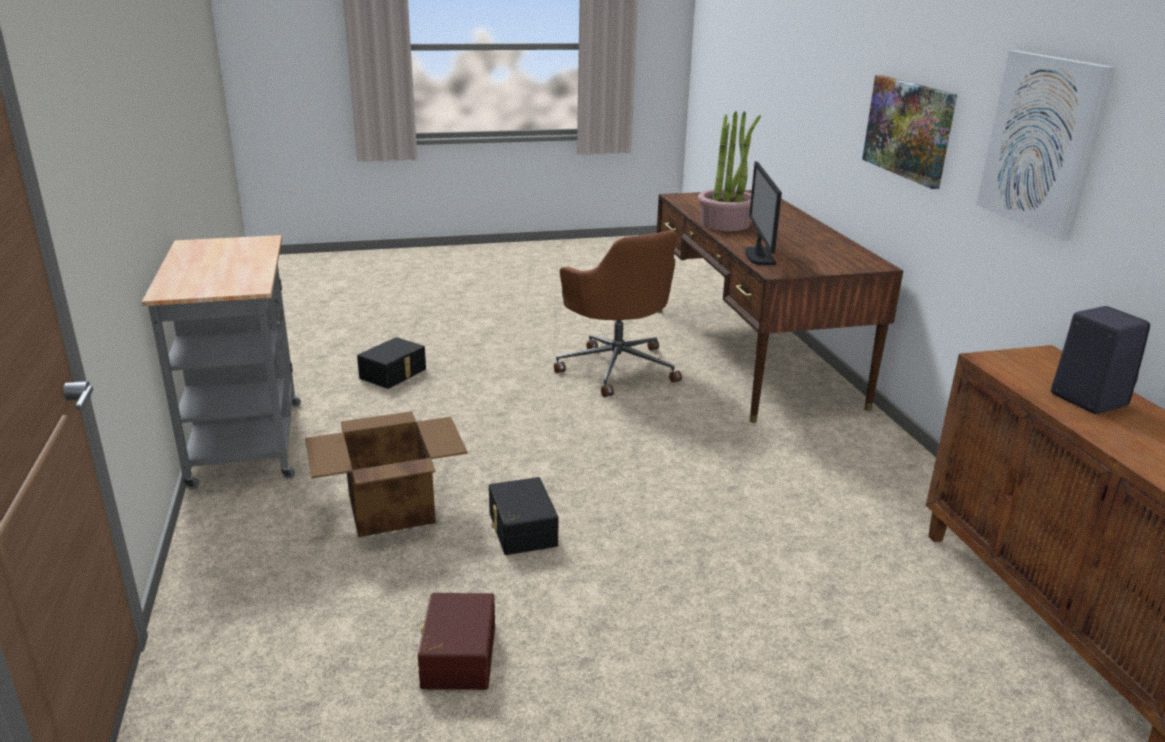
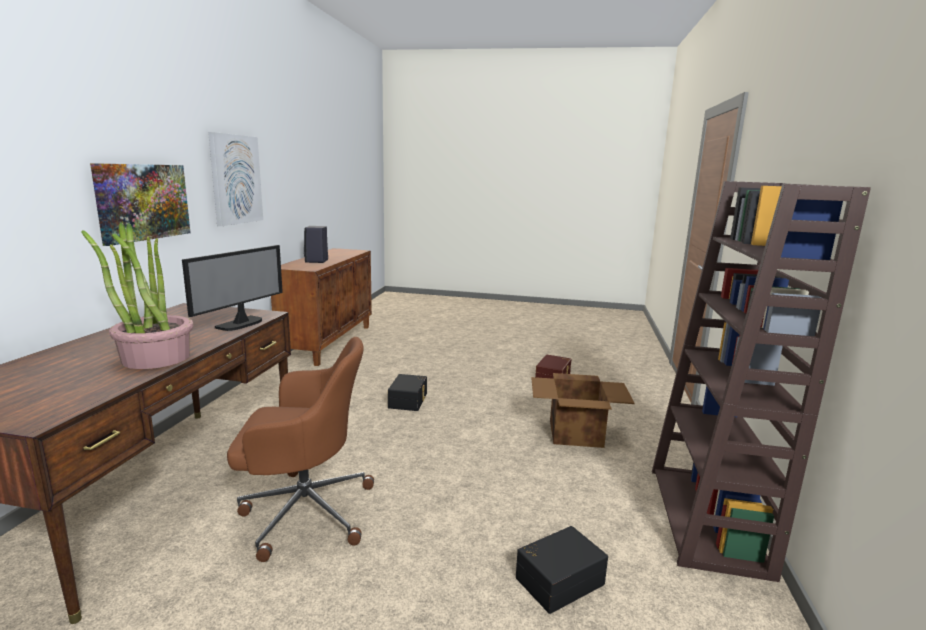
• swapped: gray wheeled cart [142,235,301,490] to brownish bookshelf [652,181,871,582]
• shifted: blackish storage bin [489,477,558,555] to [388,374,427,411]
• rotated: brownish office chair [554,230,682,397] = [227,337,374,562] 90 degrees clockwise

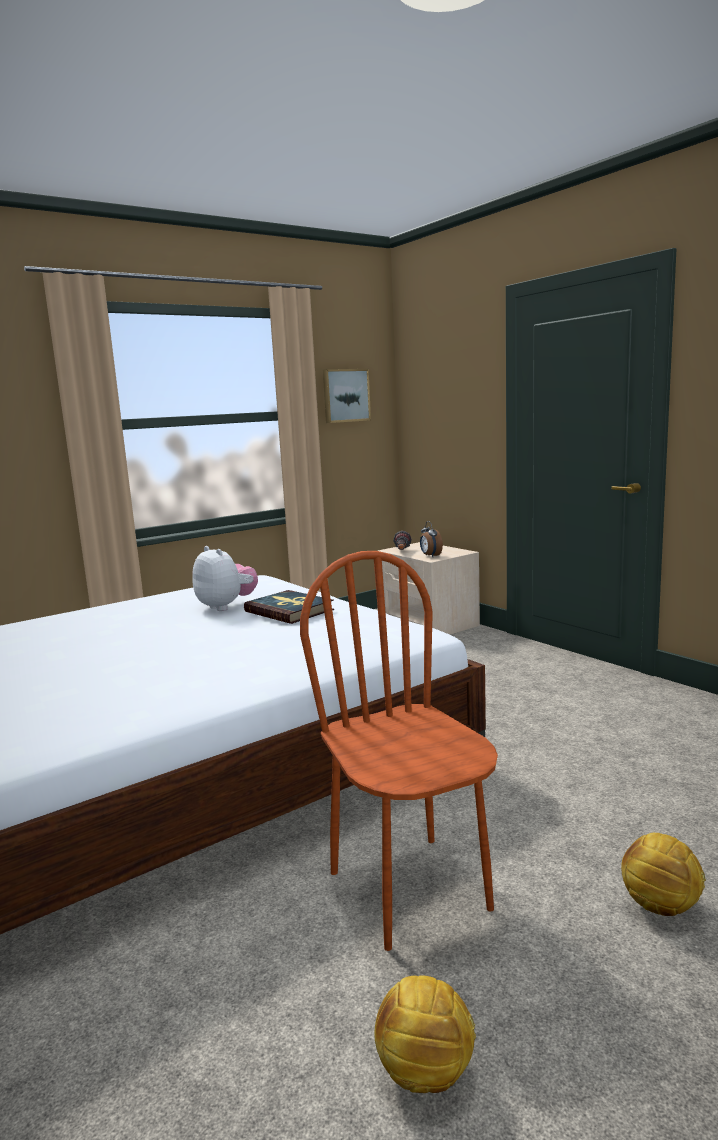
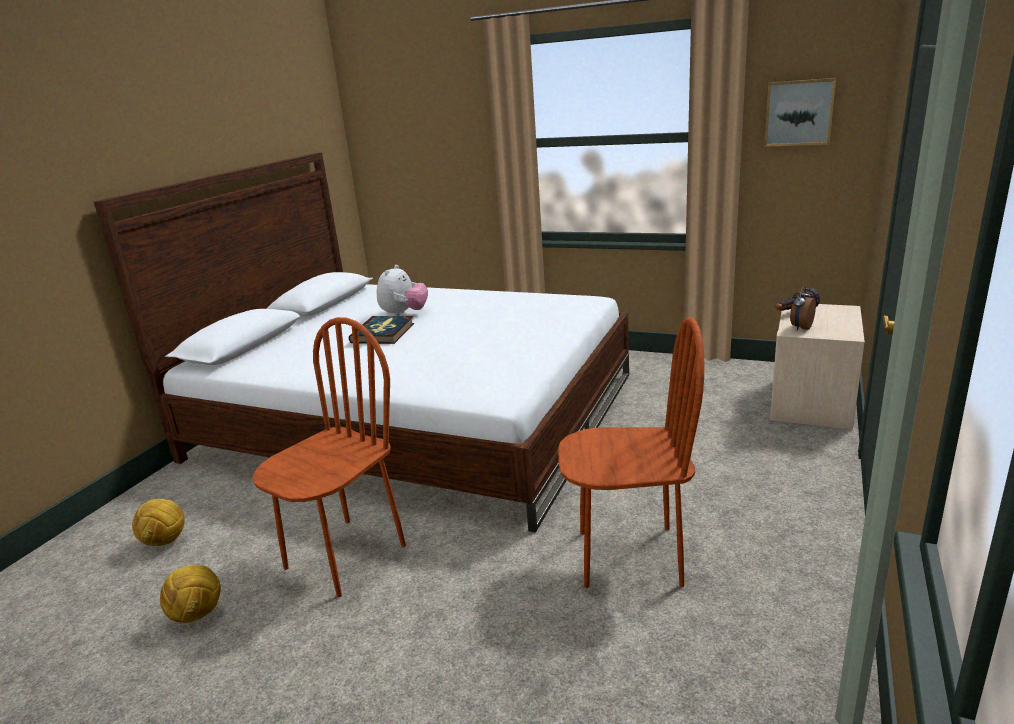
• shifted: soft toy [192,546,258,611] to [377,265,428,316]
• shifted: volume [244,590,334,624] to [349,316,414,344]
• shifted: football ball [621,833,706,916] to [132,499,185,546]
• new: brownish plain chair [558,318,705,588]

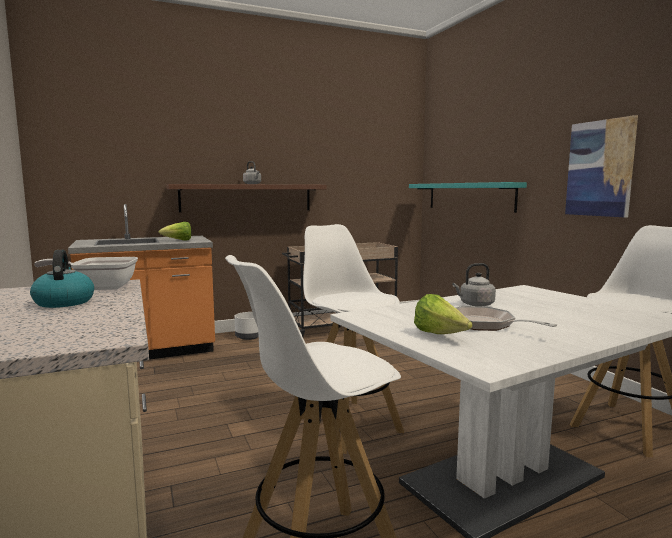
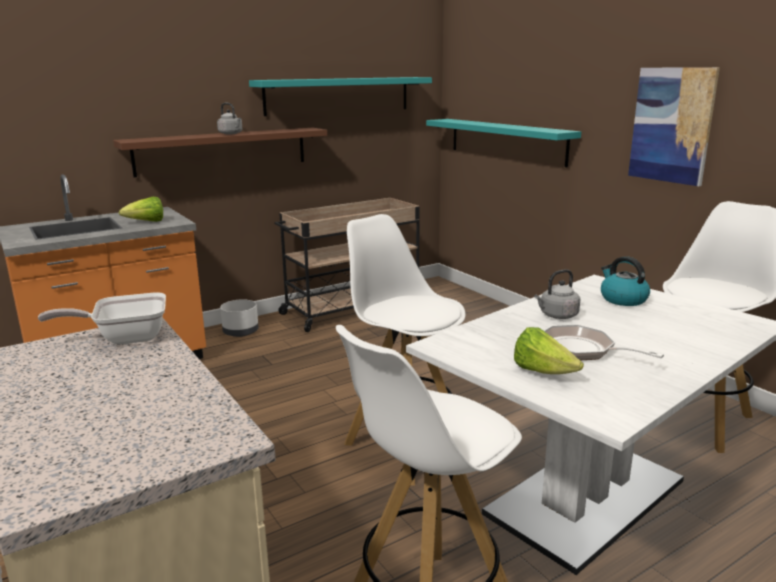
• shifted: kettle [30,250,94,308] to [601,256,650,306]
• new: turquoise-coloured wall shelf [249,77,432,116]

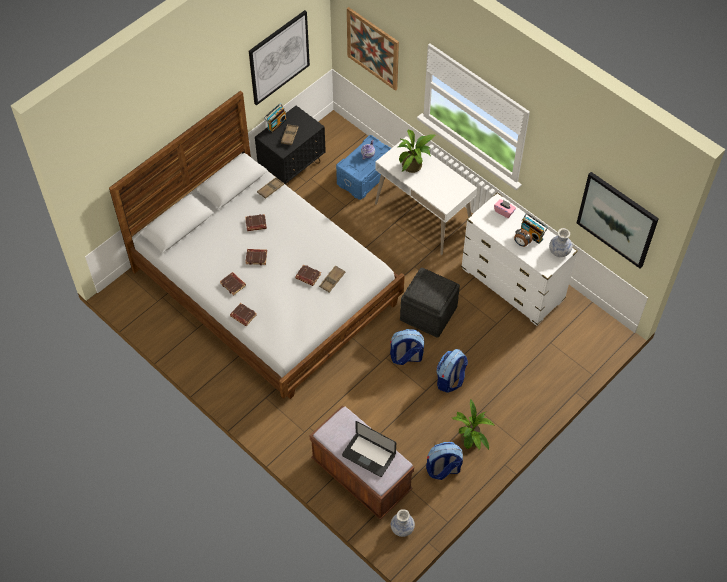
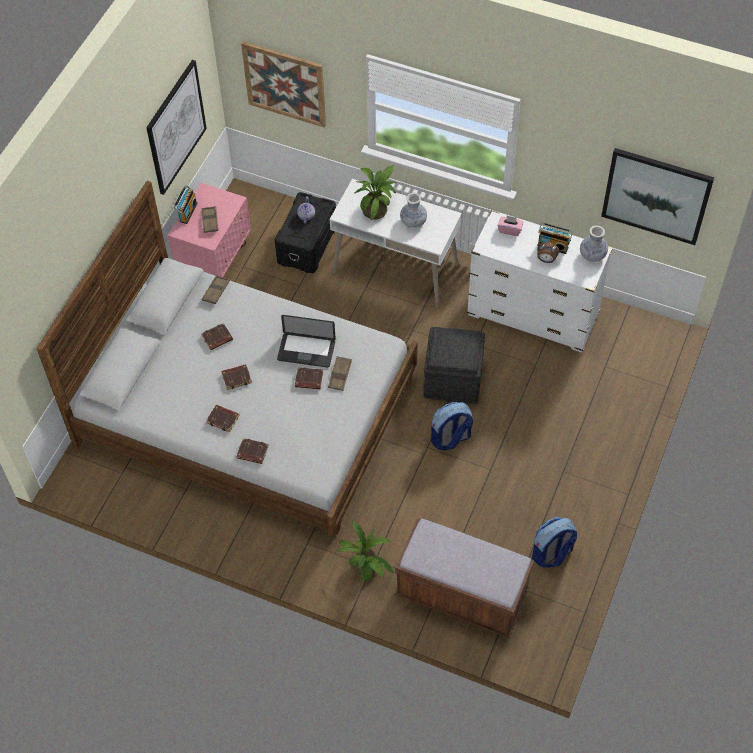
• repainted: blackish nightstand [255,105,326,186] to pinkish nightstand [168,183,251,277]
• repainted: blue-coloured storage bin [336,135,391,200] to blackish storage bin [275,192,336,273]
• shifted: laptop [342,421,396,477] to [277,315,336,368]
• shifted: vase [391,509,415,537] to [400,193,427,228]
• gone: rucksack [436,349,468,393]
• shifted: houseplant [451,400,495,450] to [336,520,394,581]

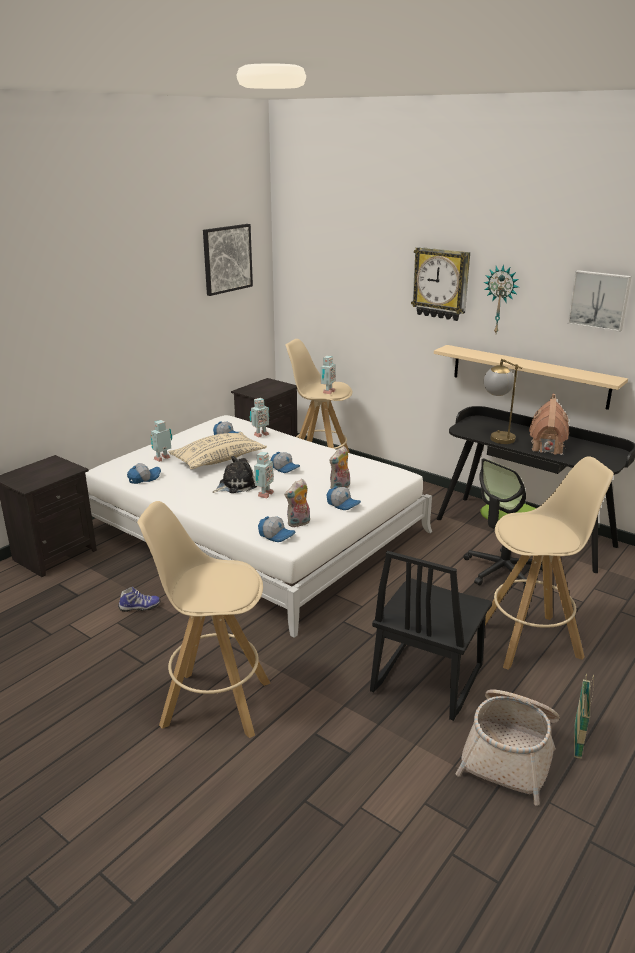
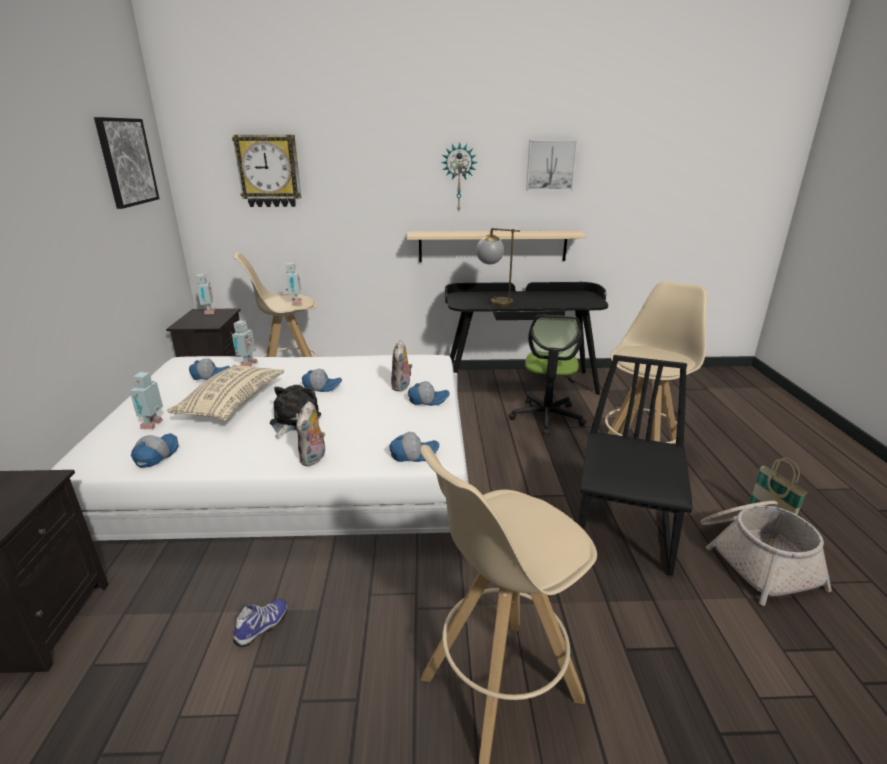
• shifted: robot figure [254,452,274,498] to [196,274,215,314]
• shifted: soft toy [285,479,310,527] to [296,401,325,466]
• rotated: blackish plain chair [370,551,492,721] = [578,355,693,576] 150 degrees counterclockwise
• shifted: wall clock [411,247,470,321] to [232,135,301,207]
• gone: model house [529,394,569,455]

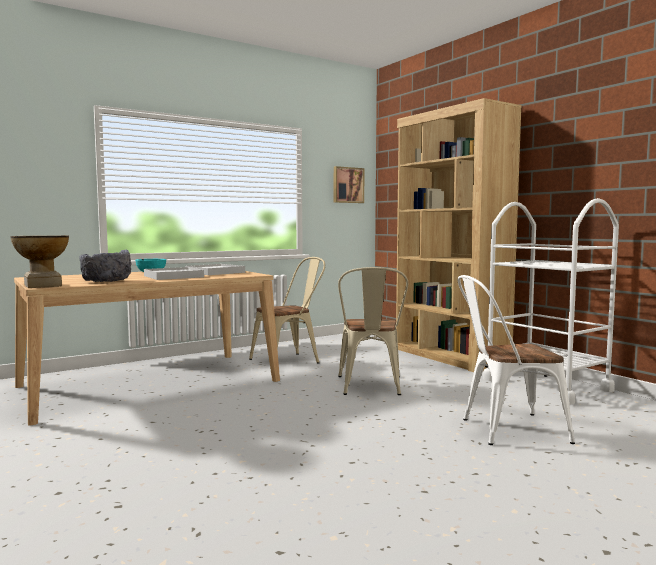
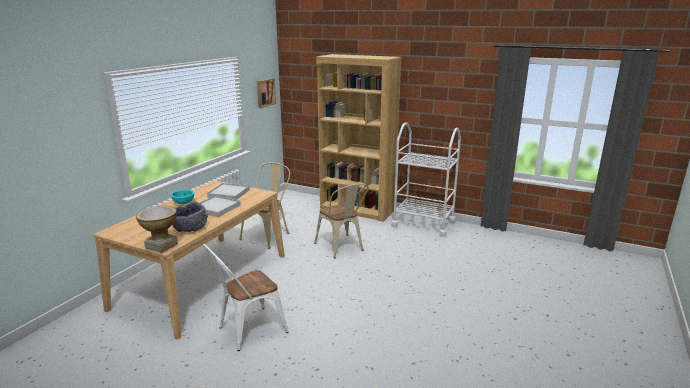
• shifted: whitish plain chair [458,275,575,445] to [203,244,289,351]

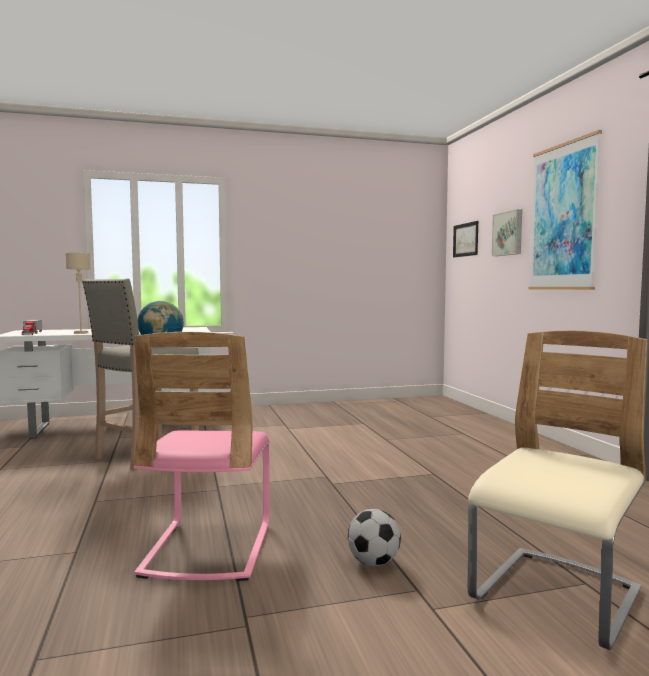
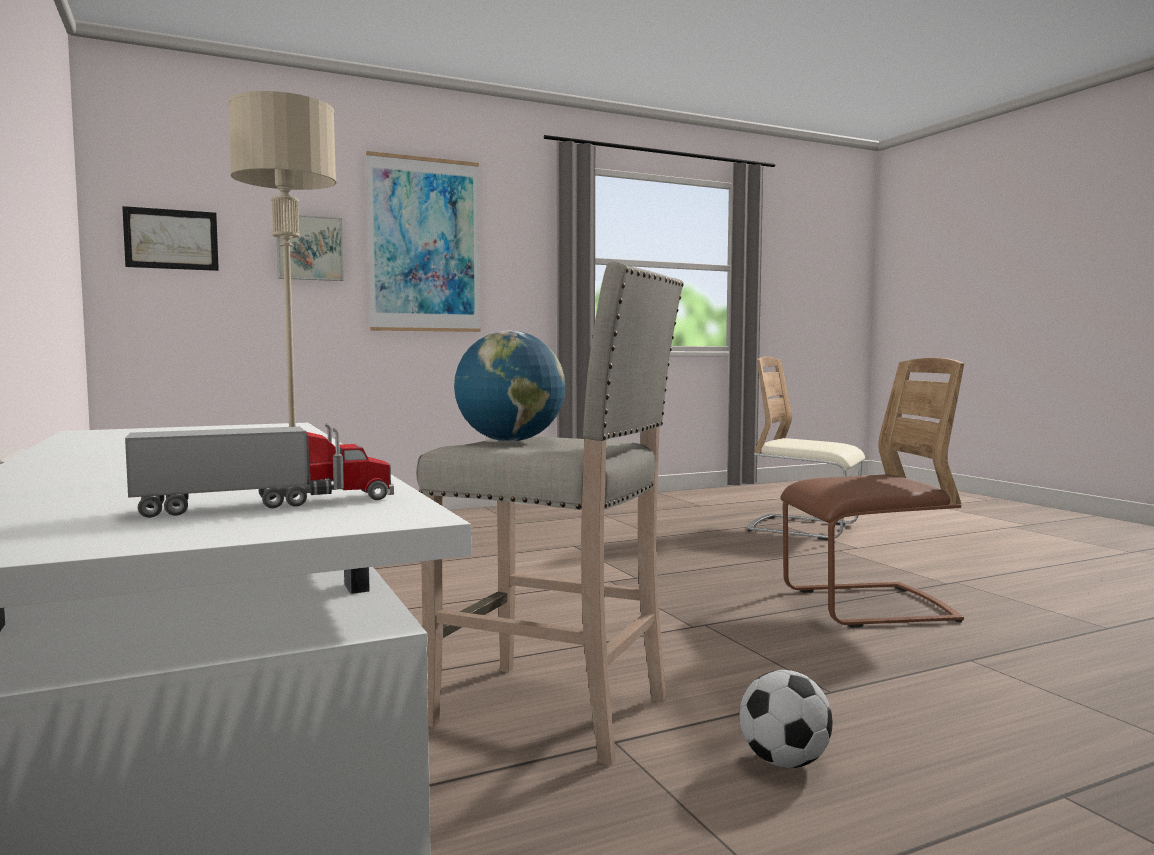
• repainted: pinkish plain chair [134,332,270,581] to brownish plain chair [780,358,964,628]
• shifted: football ball [348,509,401,566] to [739,670,832,768]

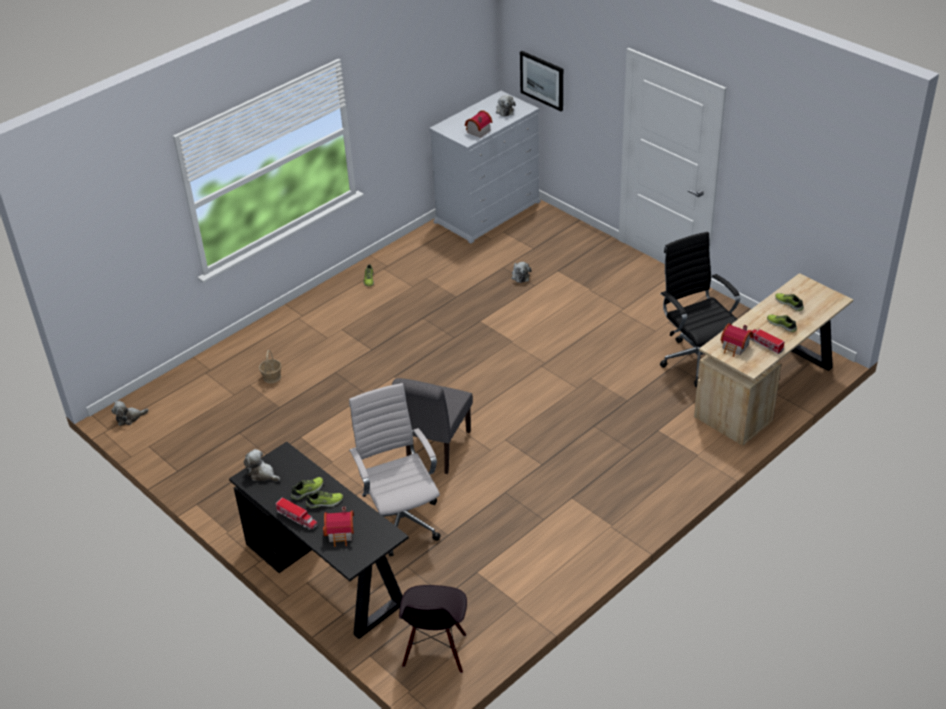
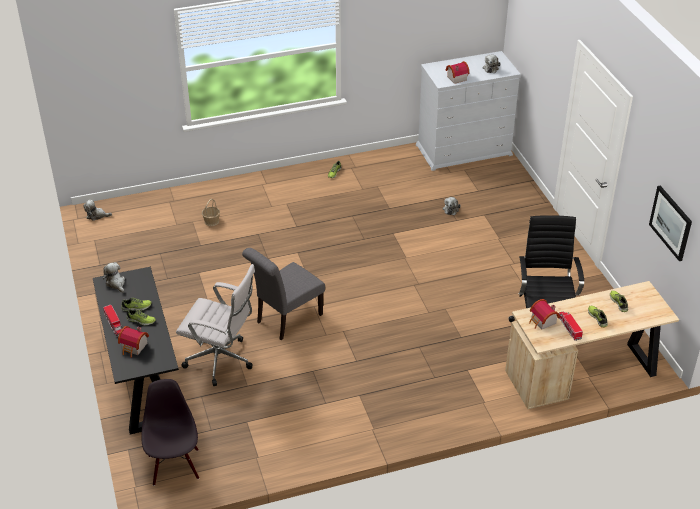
• rotated: whitish office chair [349,383,440,556] = [176,264,255,386] 105 degrees clockwise
• rotated: blackish plain chair [399,585,467,673] = [142,379,199,486] 135 degrees clockwise
• shifted: picture [520,51,563,111] to [649,186,692,261]

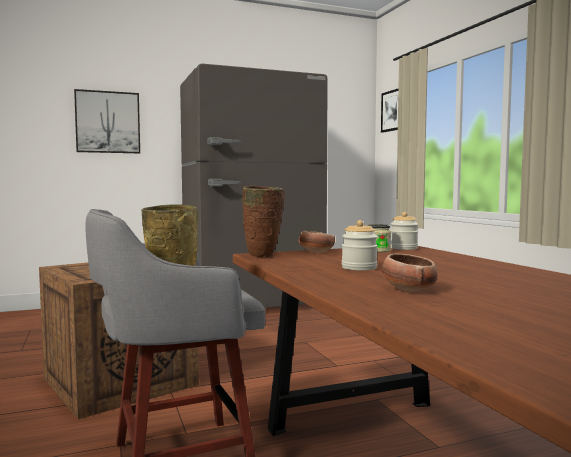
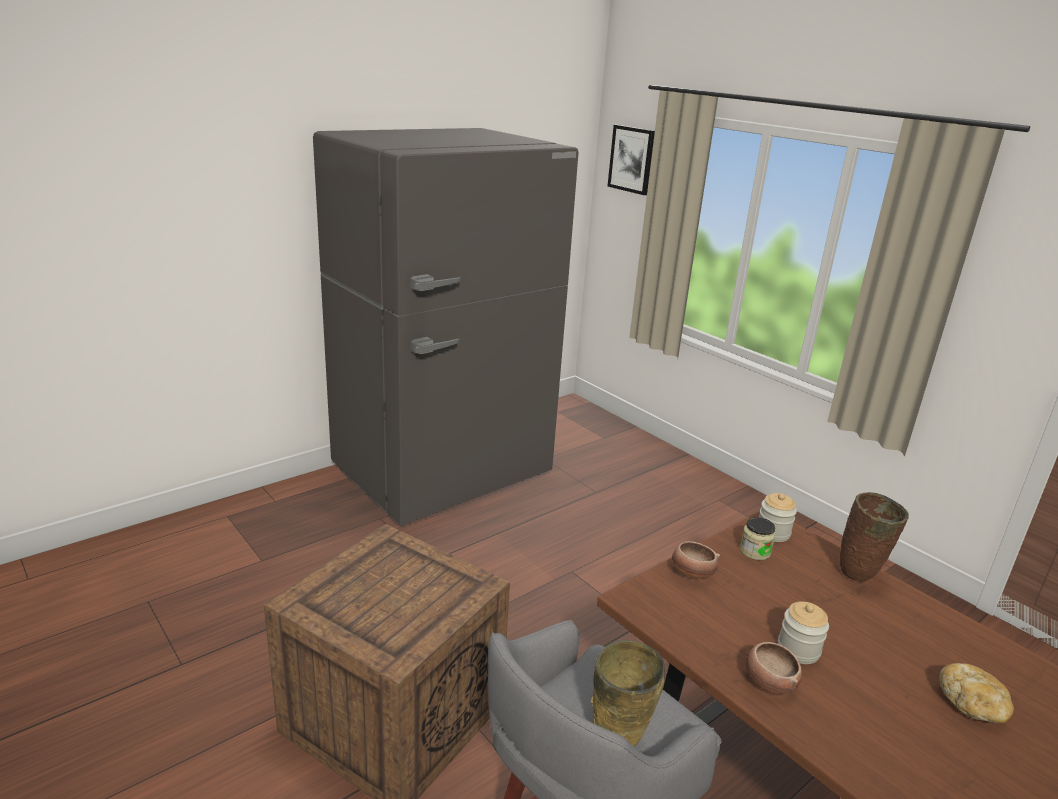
• gone: picture [74,89,140,153]
• shifted: brownish vase [242,186,284,257] to [840,492,909,582]
• shifted: serving bowl [381,254,437,291] to [746,642,802,694]
• new: baked bread [939,663,1014,723]

